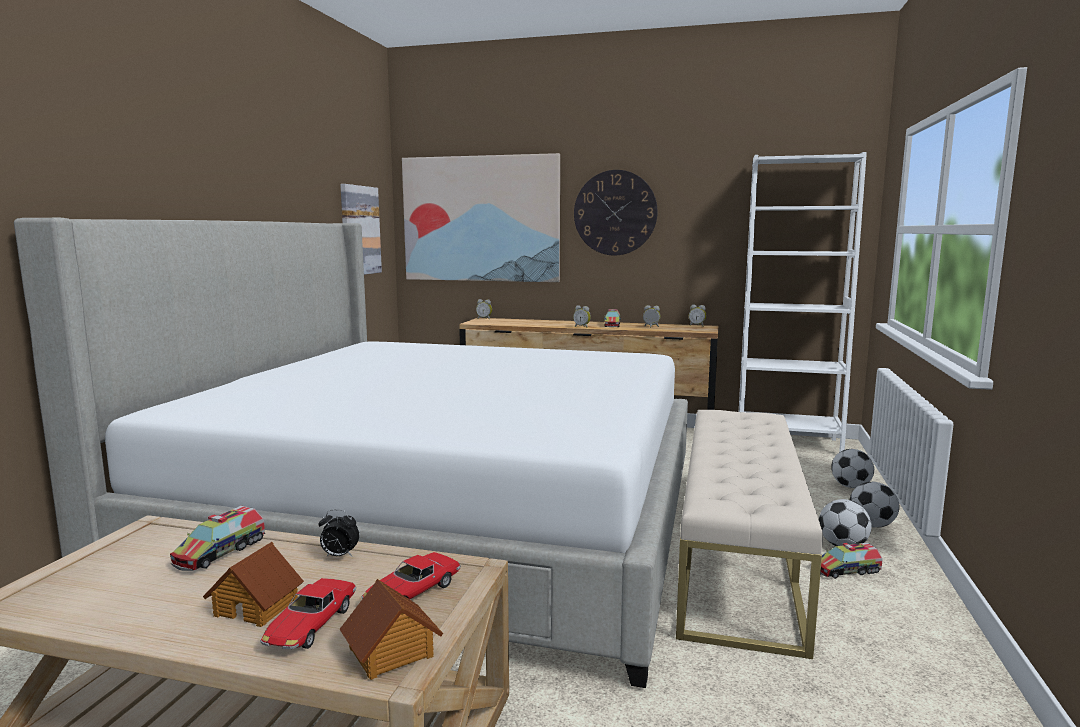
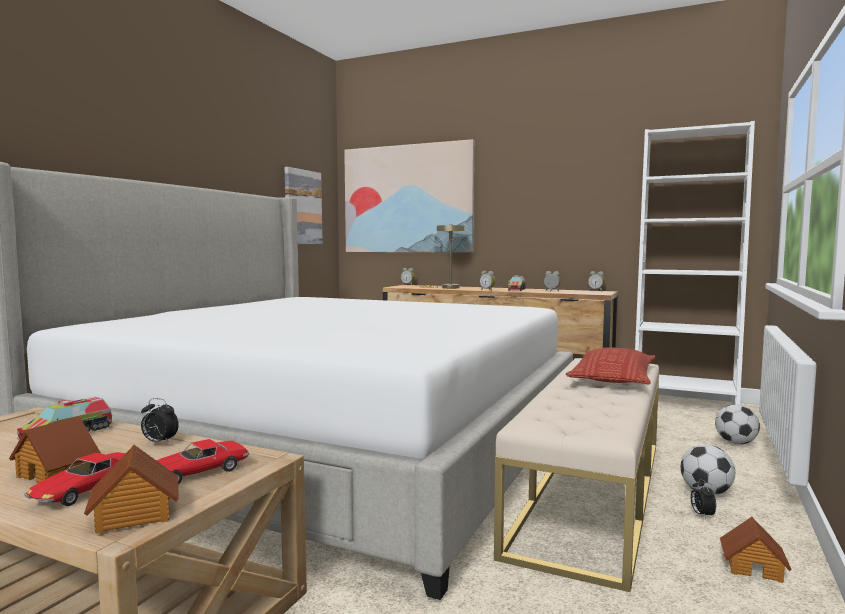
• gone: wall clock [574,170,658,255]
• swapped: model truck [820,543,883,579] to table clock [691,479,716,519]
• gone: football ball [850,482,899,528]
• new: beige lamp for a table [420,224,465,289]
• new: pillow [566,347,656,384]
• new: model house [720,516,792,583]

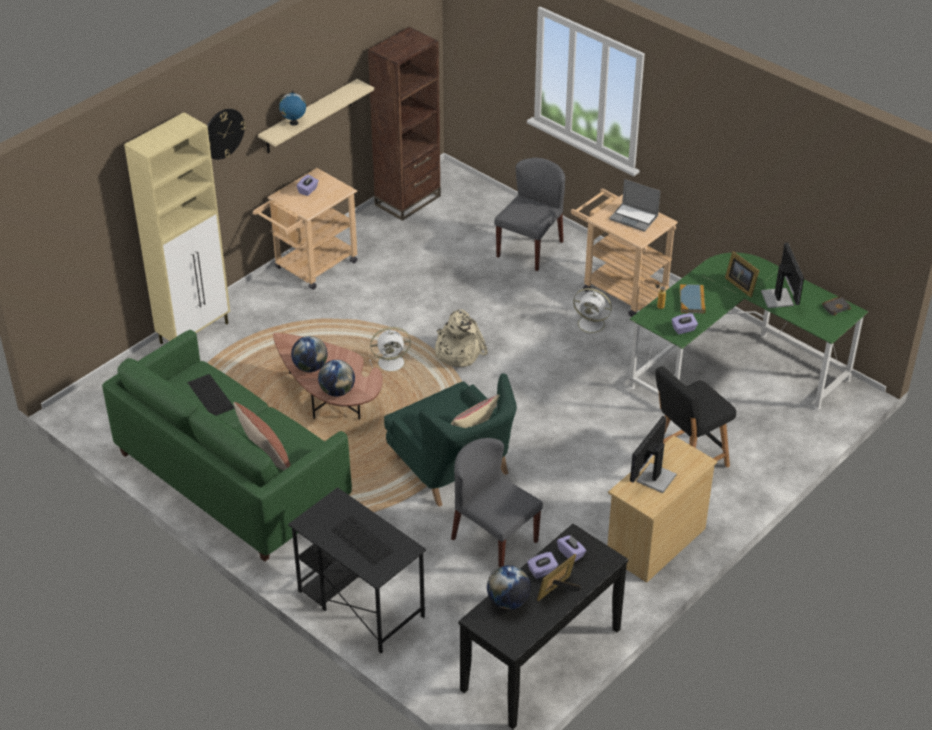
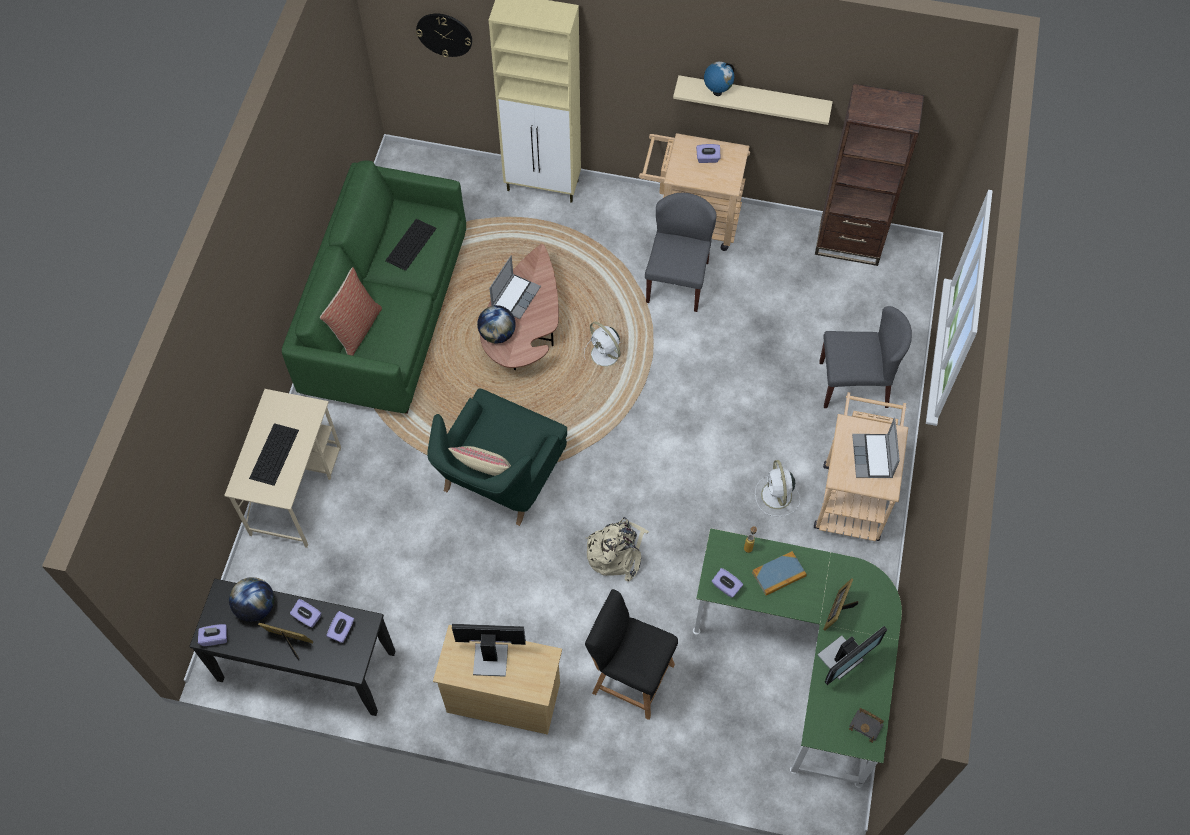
• shifted: wall clock [207,109,246,160] to [416,13,472,58]
• repainted: blackish desk [288,487,426,653] to beige desk [224,389,341,548]
• swapped: globe [291,336,328,372] to laptop [489,256,541,319]
• shifted: beige rucksack [435,309,488,367] to [585,517,649,582]
• shifted: gray plain chair [451,438,543,567] to [645,193,717,312]
• new: purple-coloured tissue holder [198,624,227,646]

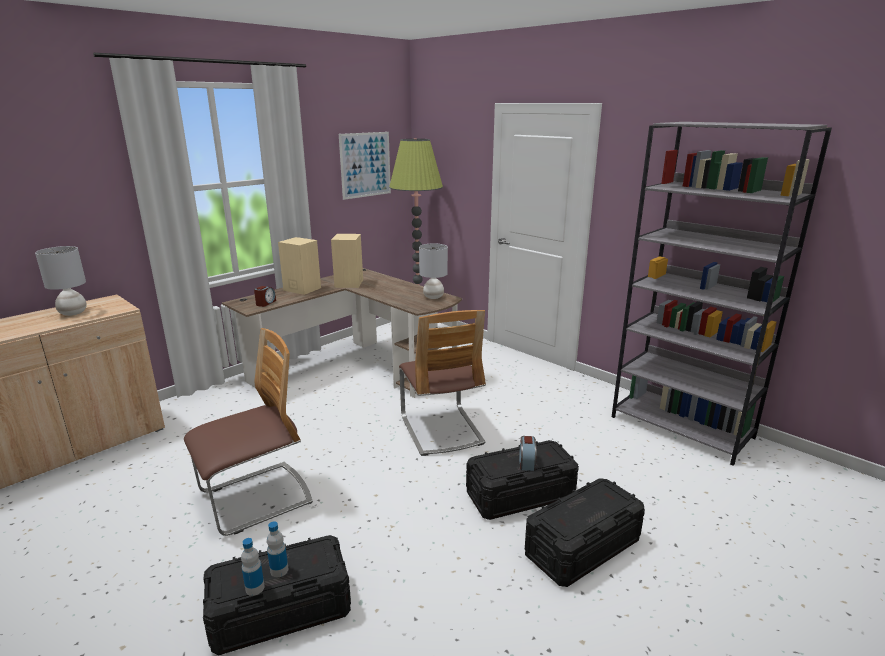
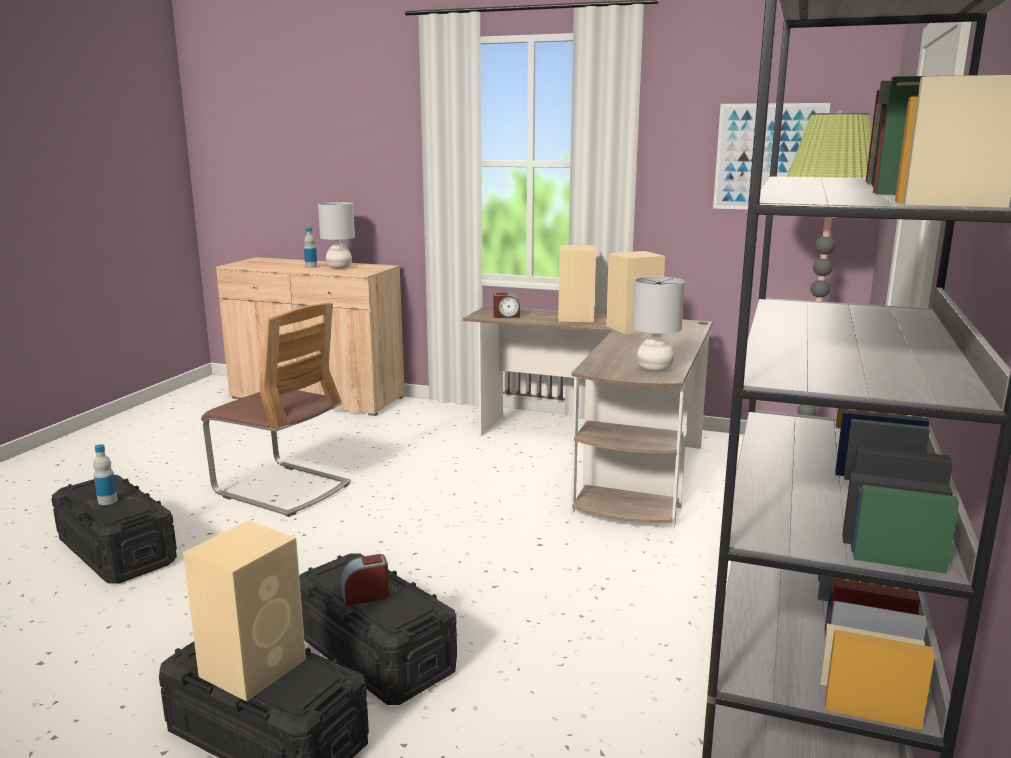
• shifted: beverage bottle [241,538,265,596] to [304,227,317,268]
• gone: plain chair [399,310,486,456]
• new: beige speaker [183,521,306,702]

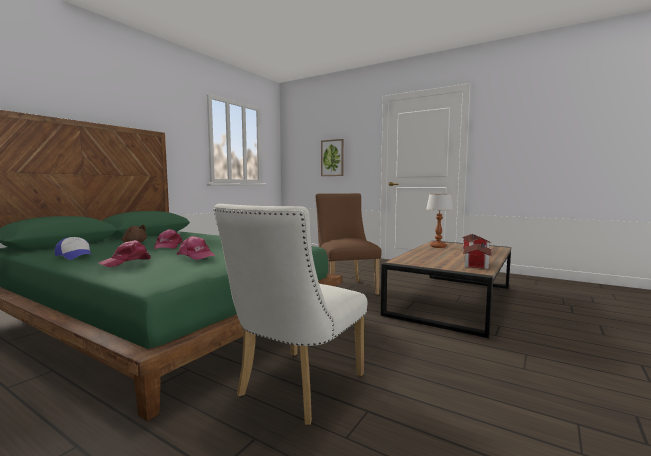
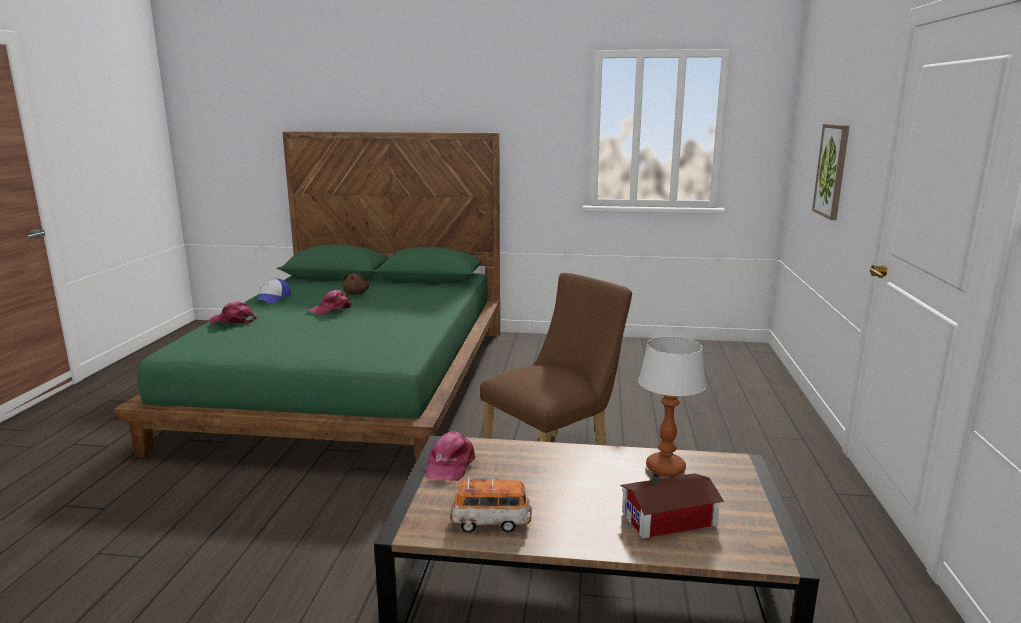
• shifted: pinkish peaked cap [177,236,216,260] to [425,431,475,481]
• gone: whitish plain chair [213,204,367,425]
• swapped: model house [463,243,492,269] to toy car [450,477,532,533]

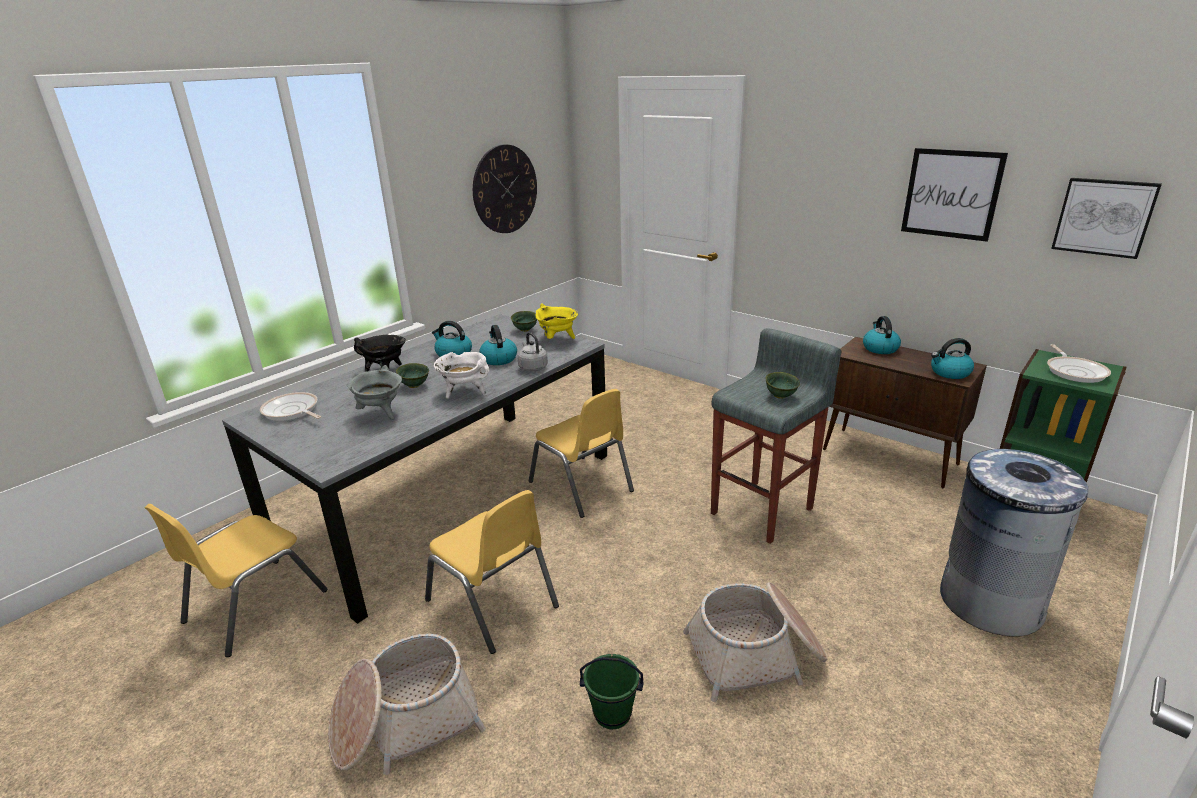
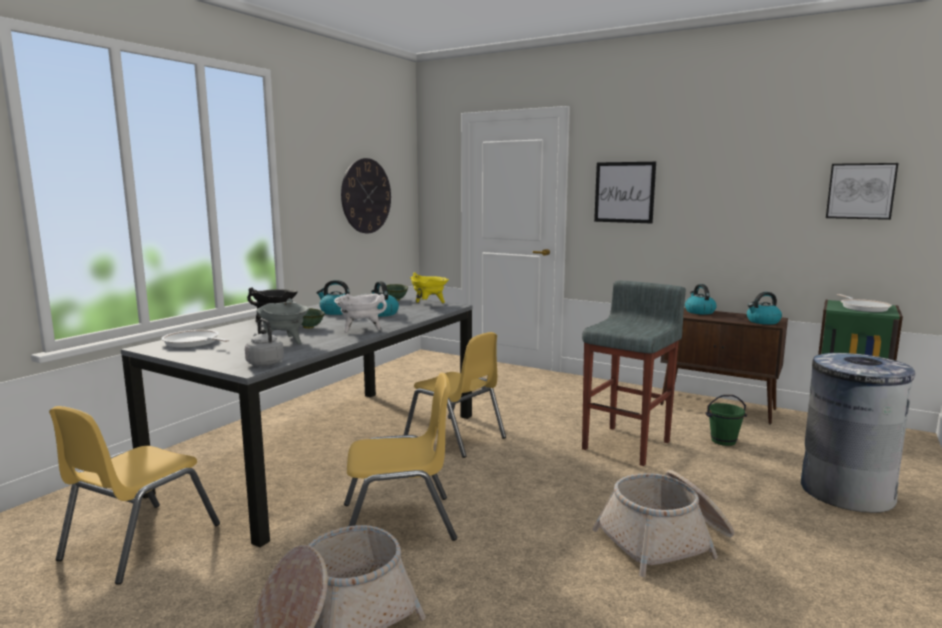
• rotated: yellowish plain chair [425,490,559,654] = [344,373,457,541] 45 degrees counterclockwise
• shifted: gray kettle [517,332,548,371] to [245,319,284,366]
• shifted: green-coloured bucket [580,654,644,729] to [705,395,747,446]
• gone: green-coloured serving bowl [766,372,800,399]
• shifted: picture [901,148,1008,242] to [594,162,656,224]

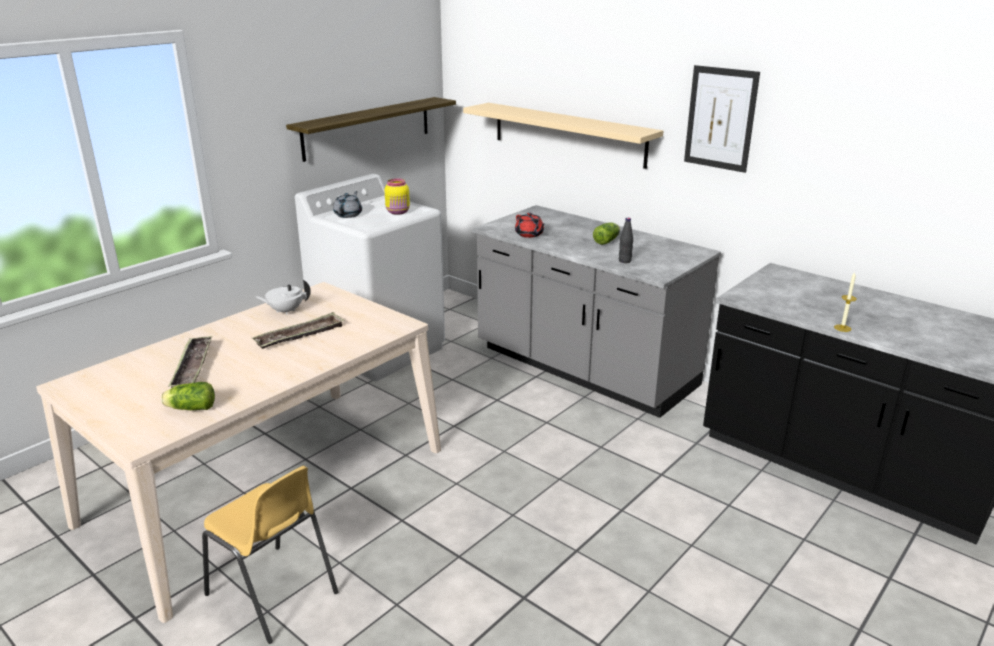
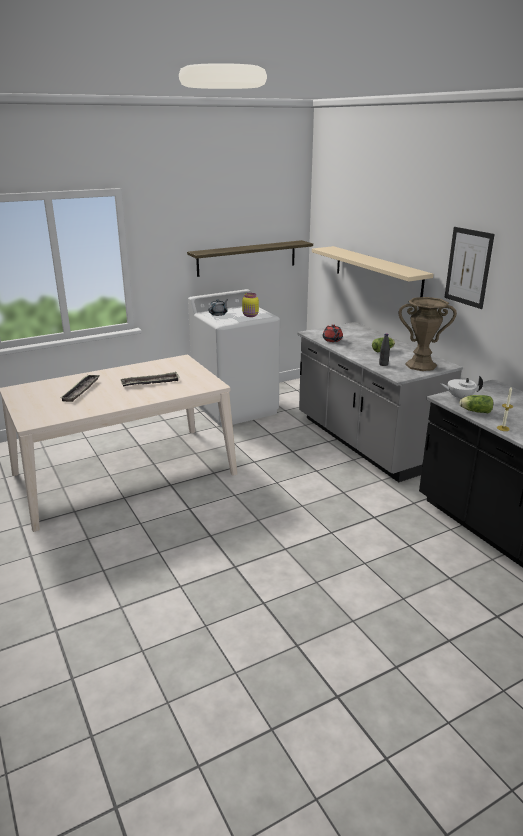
• shifted: head of lettuce [161,382,215,410] to [459,395,493,413]
• gone: yellowish plain chair [202,466,338,644]
• shifted: whitish teapot [254,280,311,315] to [440,376,483,399]
• new: brownish vase [399,297,457,371]

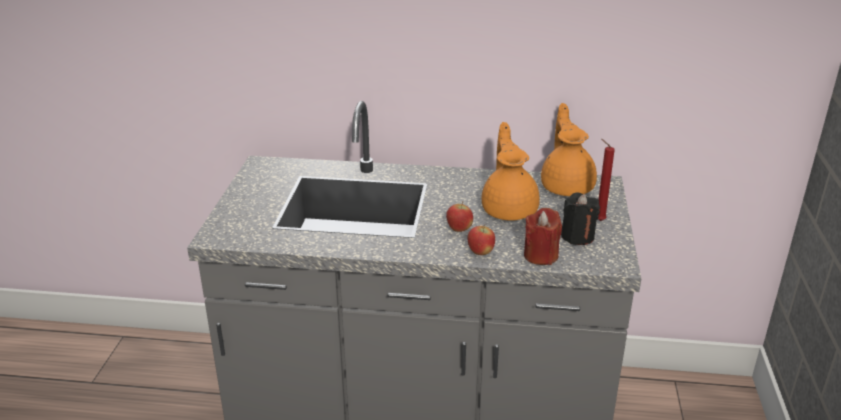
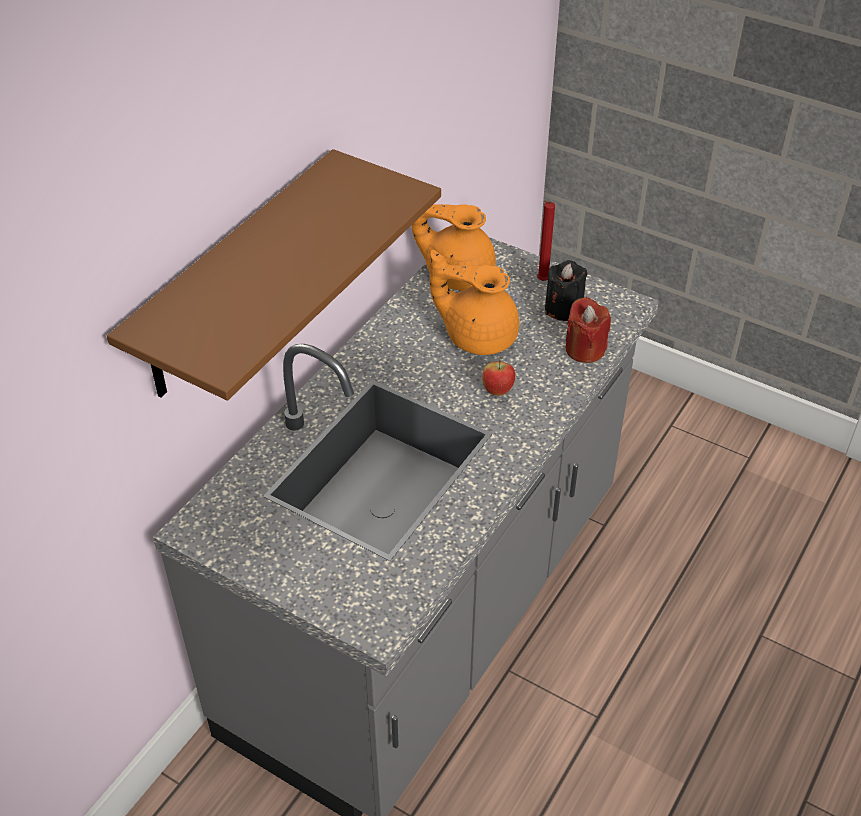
• gone: apple [467,224,495,255]
• new: brownish wall shelf [107,149,441,401]

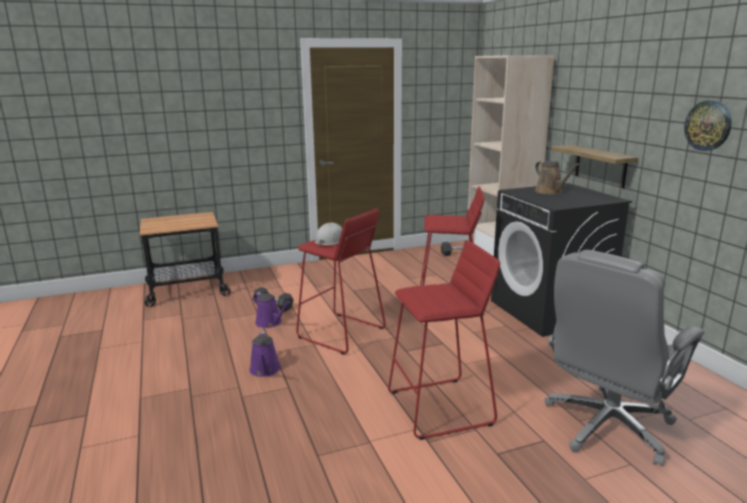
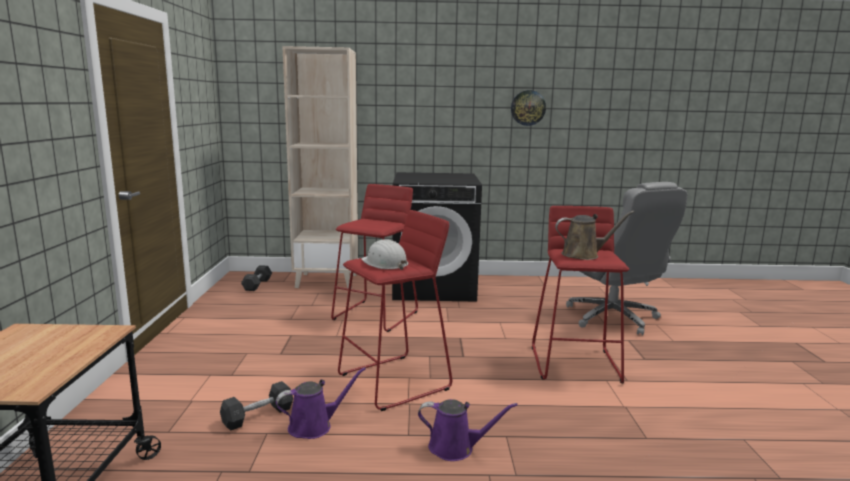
• shifted: brownish sprinkling can [535,161,580,195] to [555,211,635,260]
• gone: wall shelf [551,145,638,188]

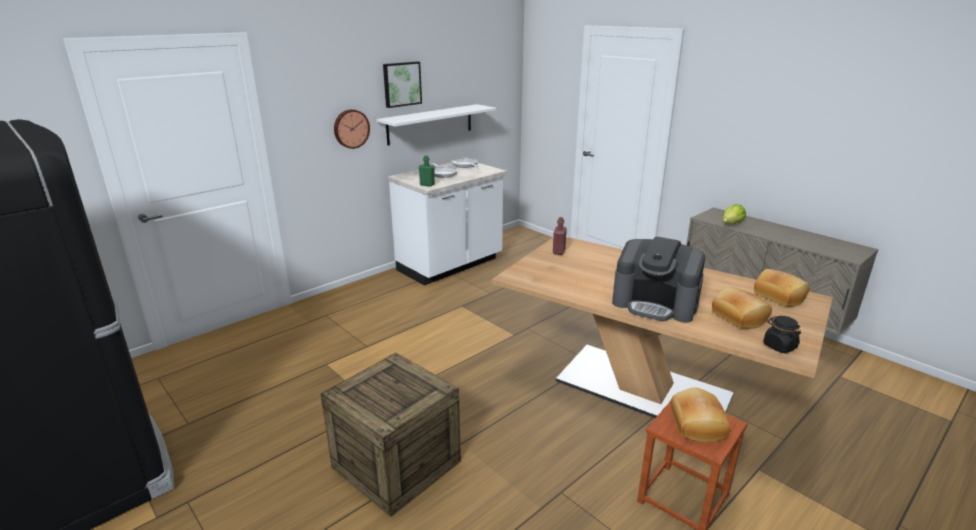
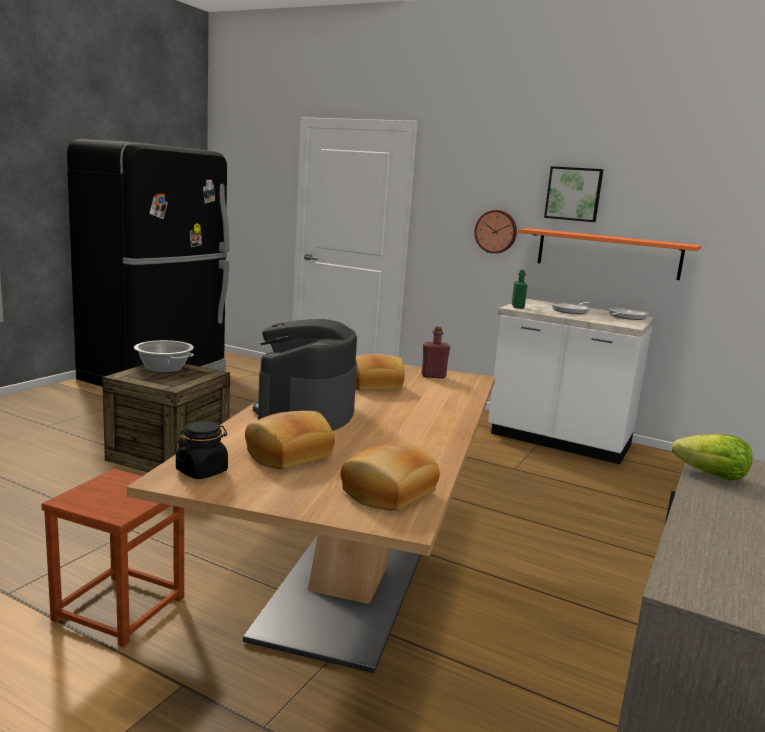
• repainted: whitish wall shelf [377,104,496,146] to orange-coloured wall shelf [518,228,701,280]
• shifted: baked bread [671,388,731,443] to [355,354,405,390]
• new: cooking pot [134,340,194,373]

